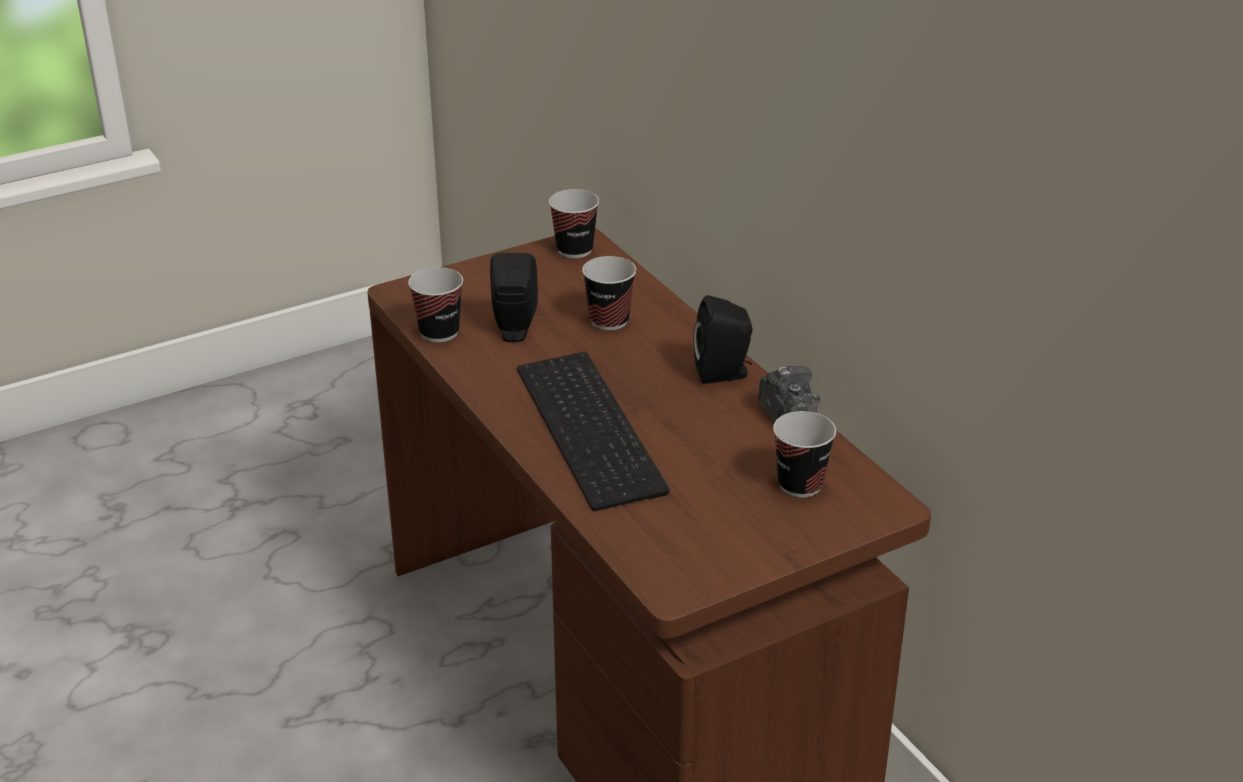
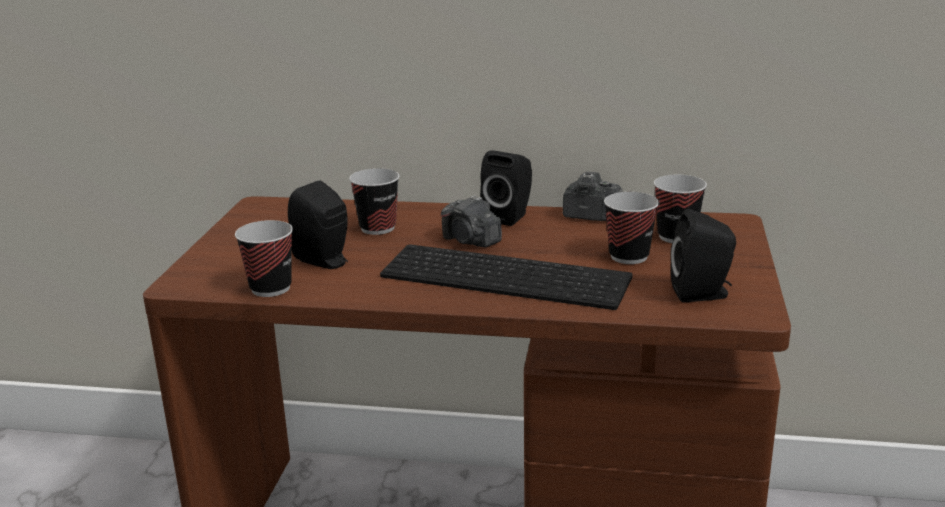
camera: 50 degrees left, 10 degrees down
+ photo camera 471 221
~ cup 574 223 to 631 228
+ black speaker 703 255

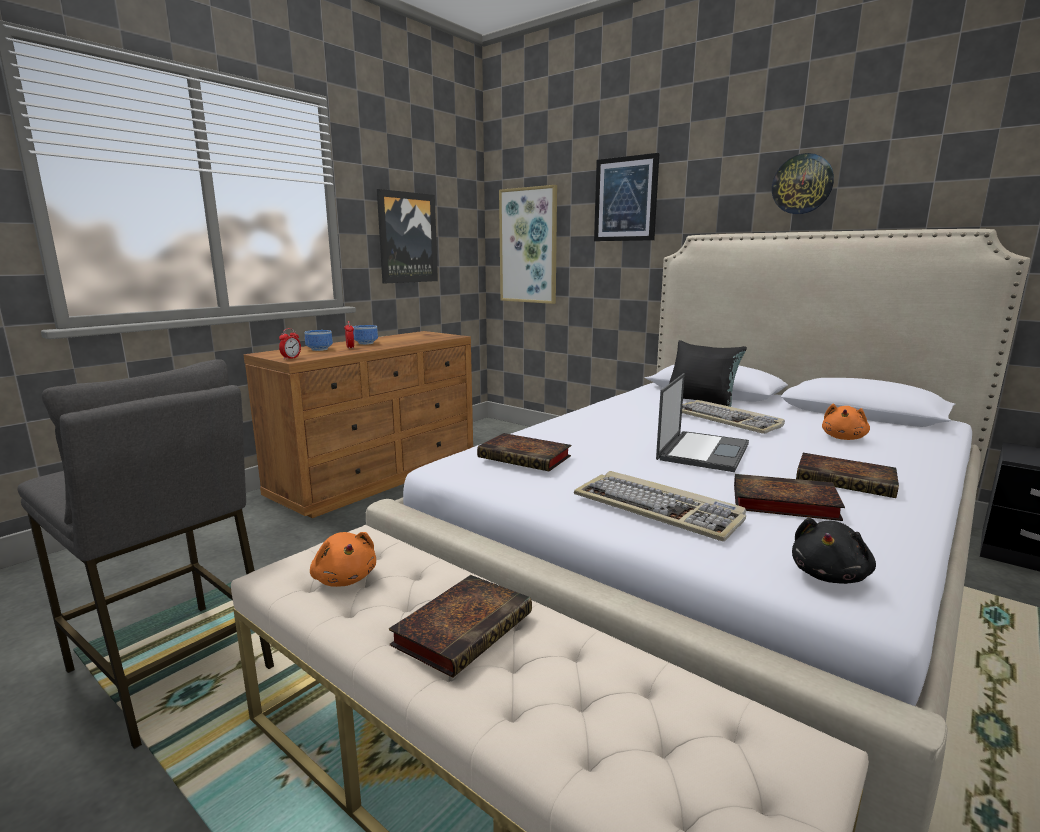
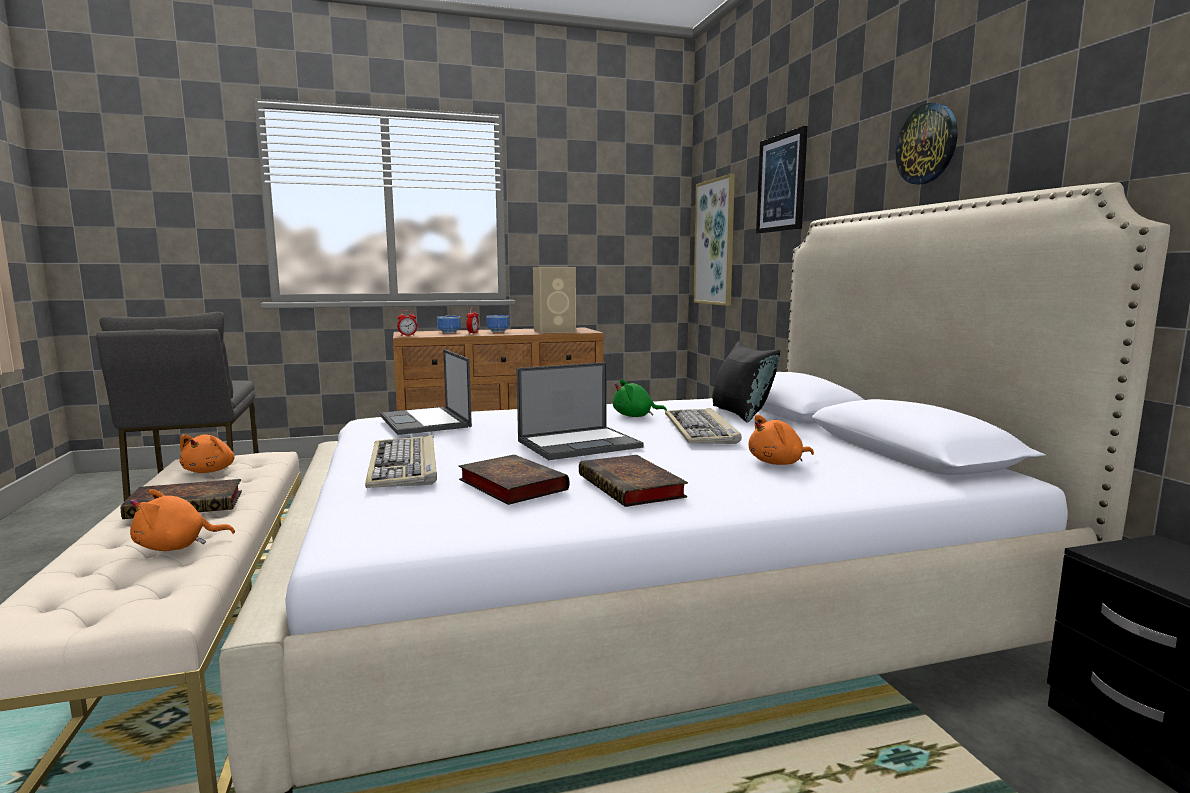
camera: 35 degrees right, 5 degrees down
+ orange plush toy 182 520
~ book 524 452 to laptop 426 392
+ beige speaker 554 300
+ green plush toy 640 398
- picture 407 236
- black plush toy 834 551

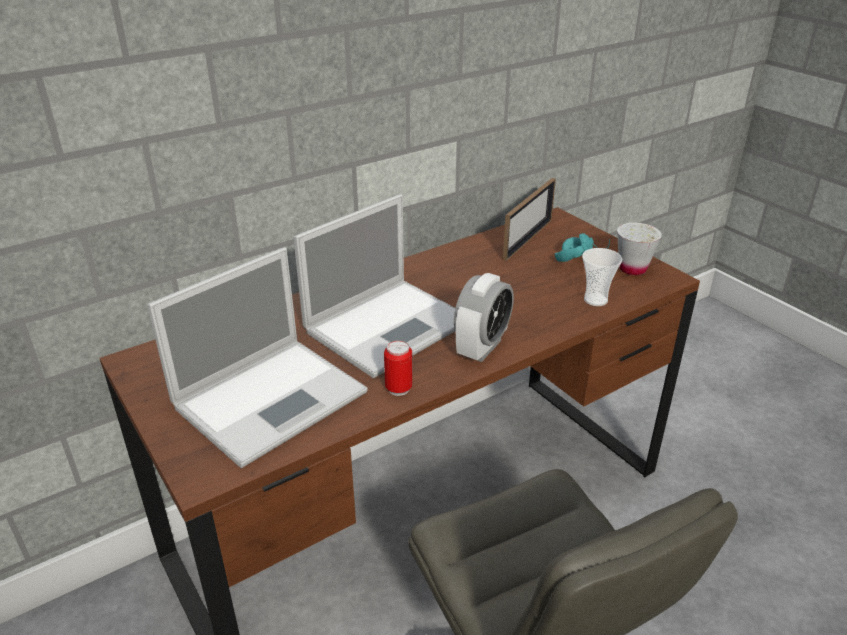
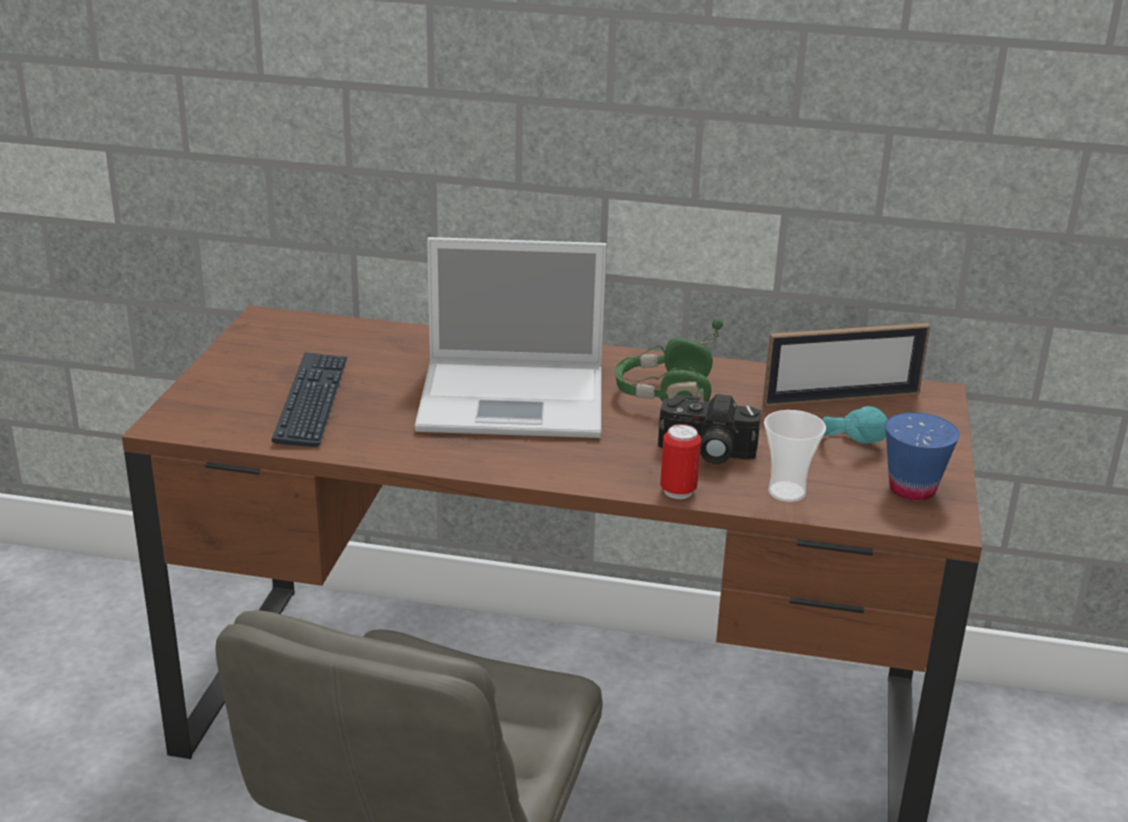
camera: 45 degrees right, 5 degrees down
~ laptop 257 358 to keyboard 310 399
+ green headphones 669 360
+ photo camera 709 429
~ can 398 368 to 680 461
~ white cup 639 249 to blue cup 922 456
- alarm clock 484 317

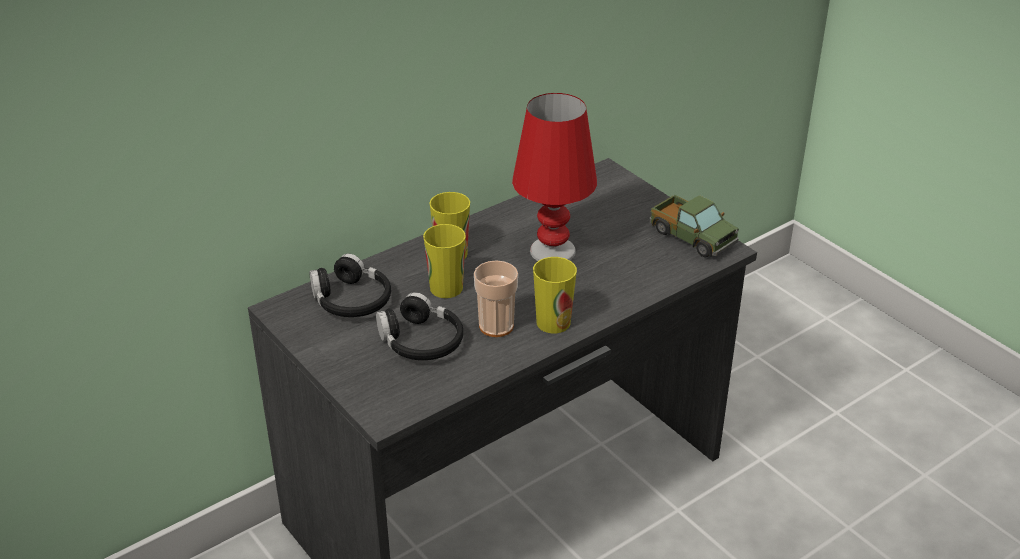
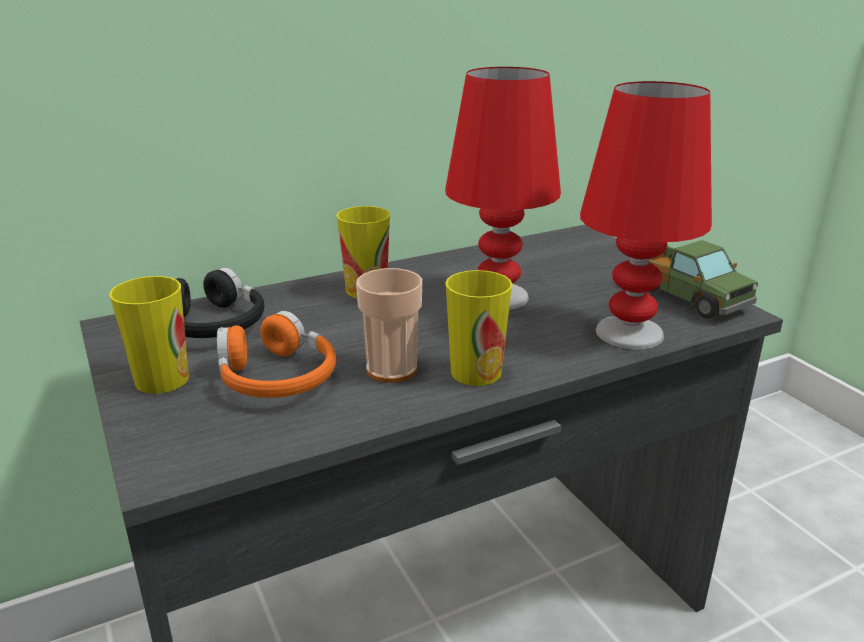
camera: 10 degrees right, 10 degrees down
~ cup 444 261 to 149 335
~ black headphones 419 326 to orange headphones 276 354
+ red table lamp 646 215

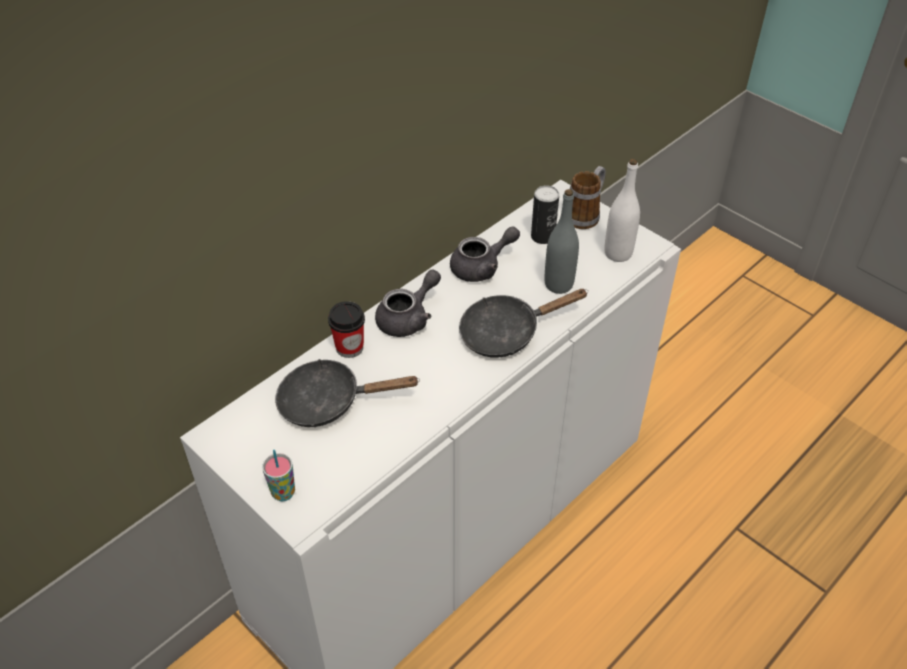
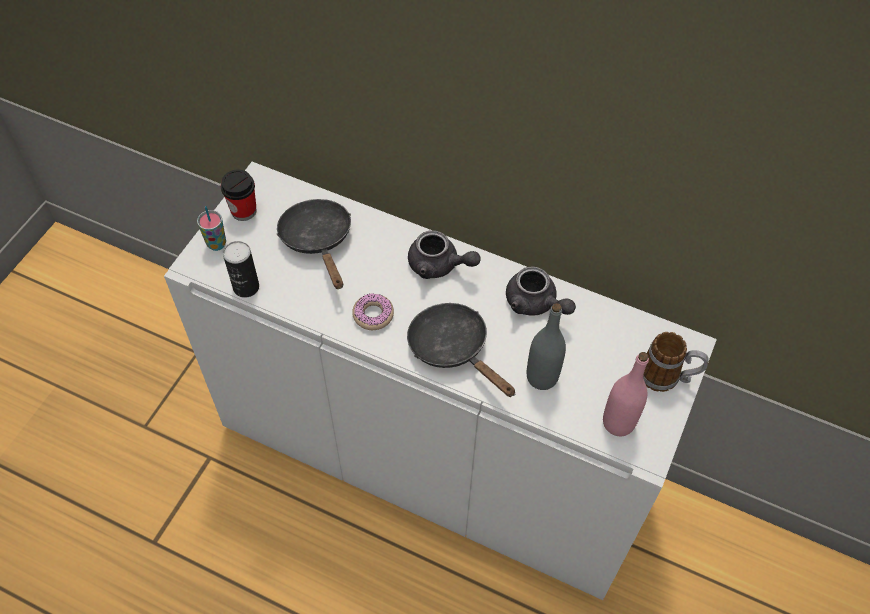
camera: 70 degrees right, 10 degrees up
~ cup 346 329 to 239 195
~ can 545 214 to 241 269
+ donut 373 311
~ white bottle 622 210 to pink bottle 626 394

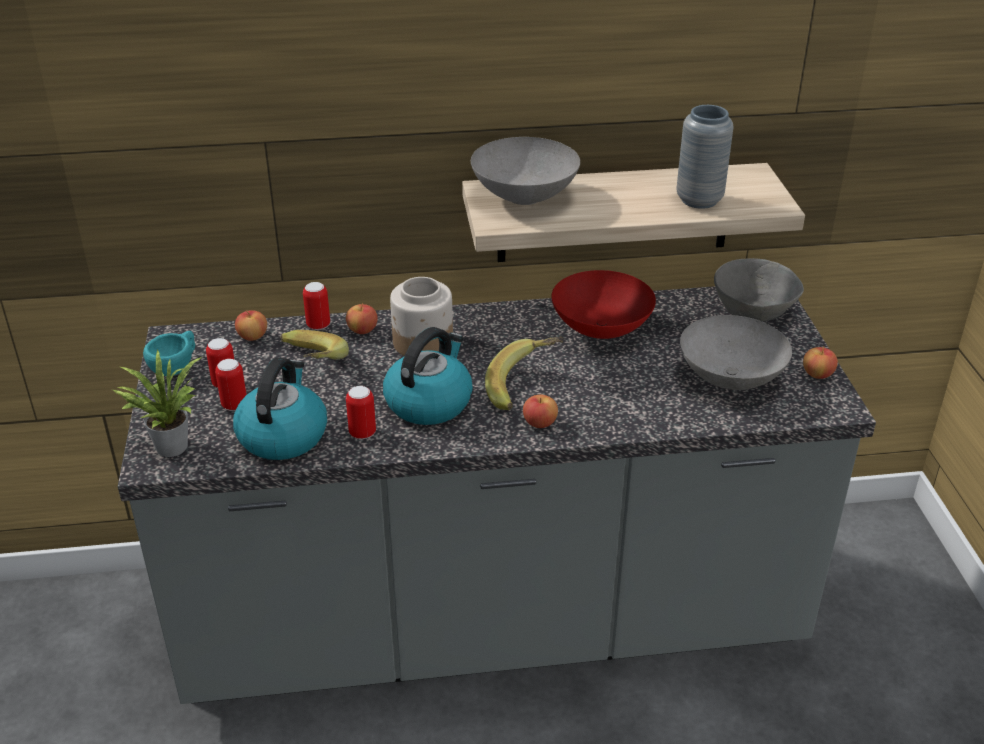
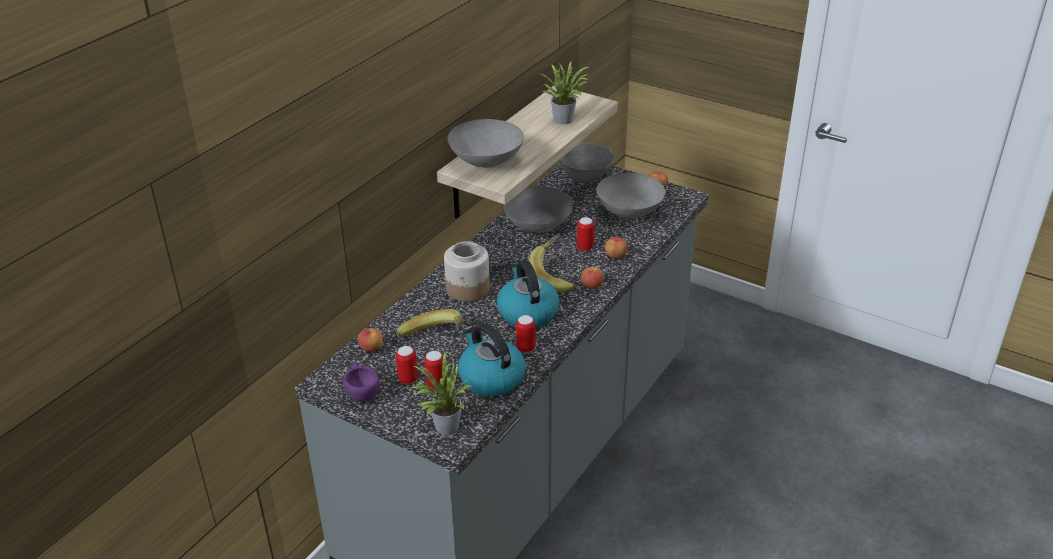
camera: 50 degrees left, 0 degrees up
~ turquoise cup 169 353 to purple cup 361 382
~ red bowl 604 304 to grey bowl 538 209
~ grey vase 704 157 to potted plant 564 92
~ can 316 306 to 585 234
~ apple 362 318 to 616 248

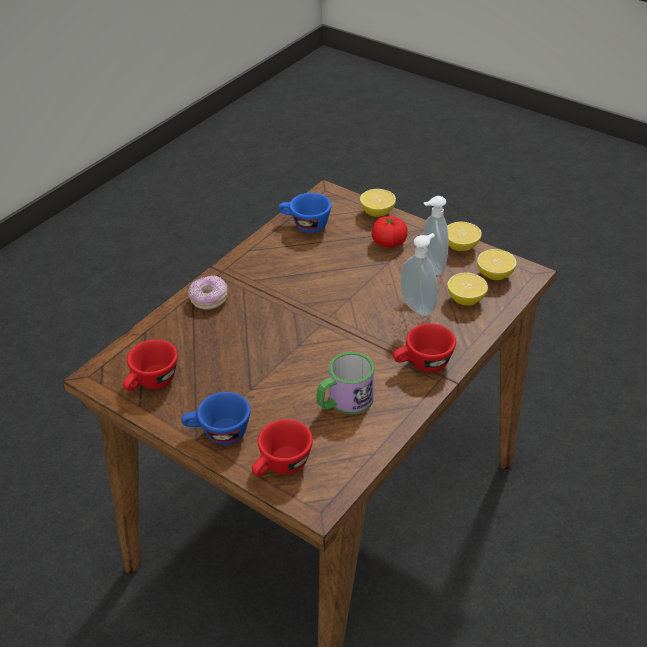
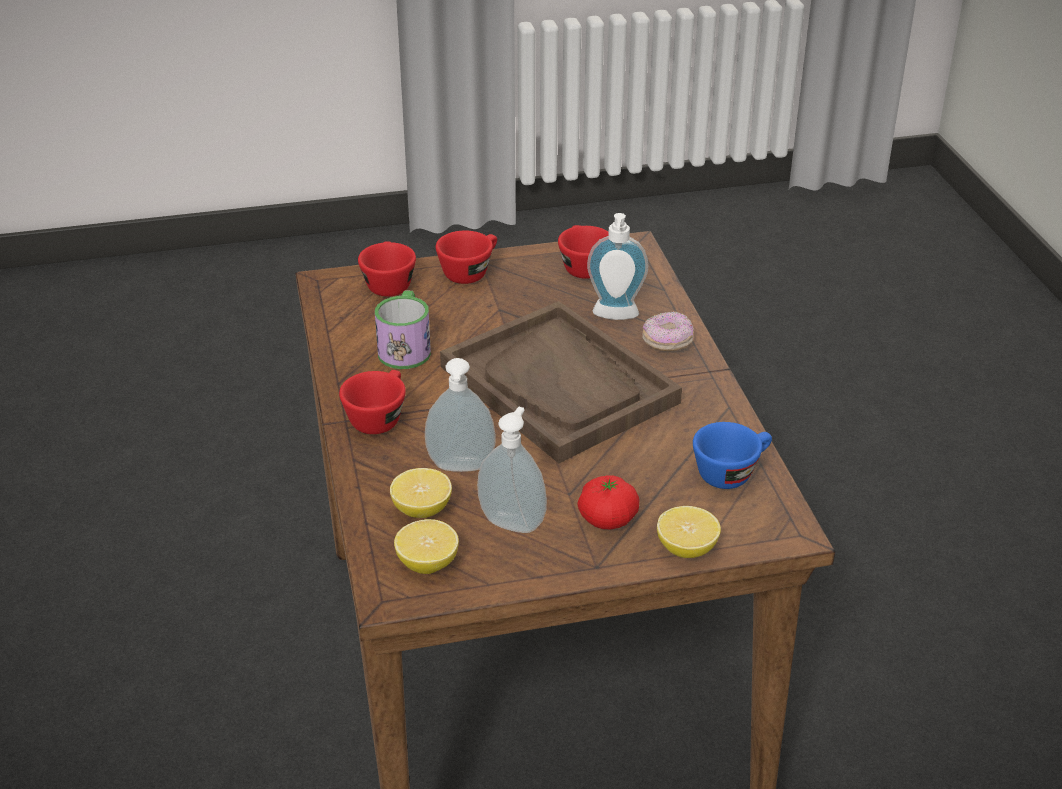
camera: 130 degrees right, 5 degrees down
~ blue cup 215 418 to red cup 466 257
+ brown tray 561 382
+ soap dispenser 617 266
- lemon 464 236

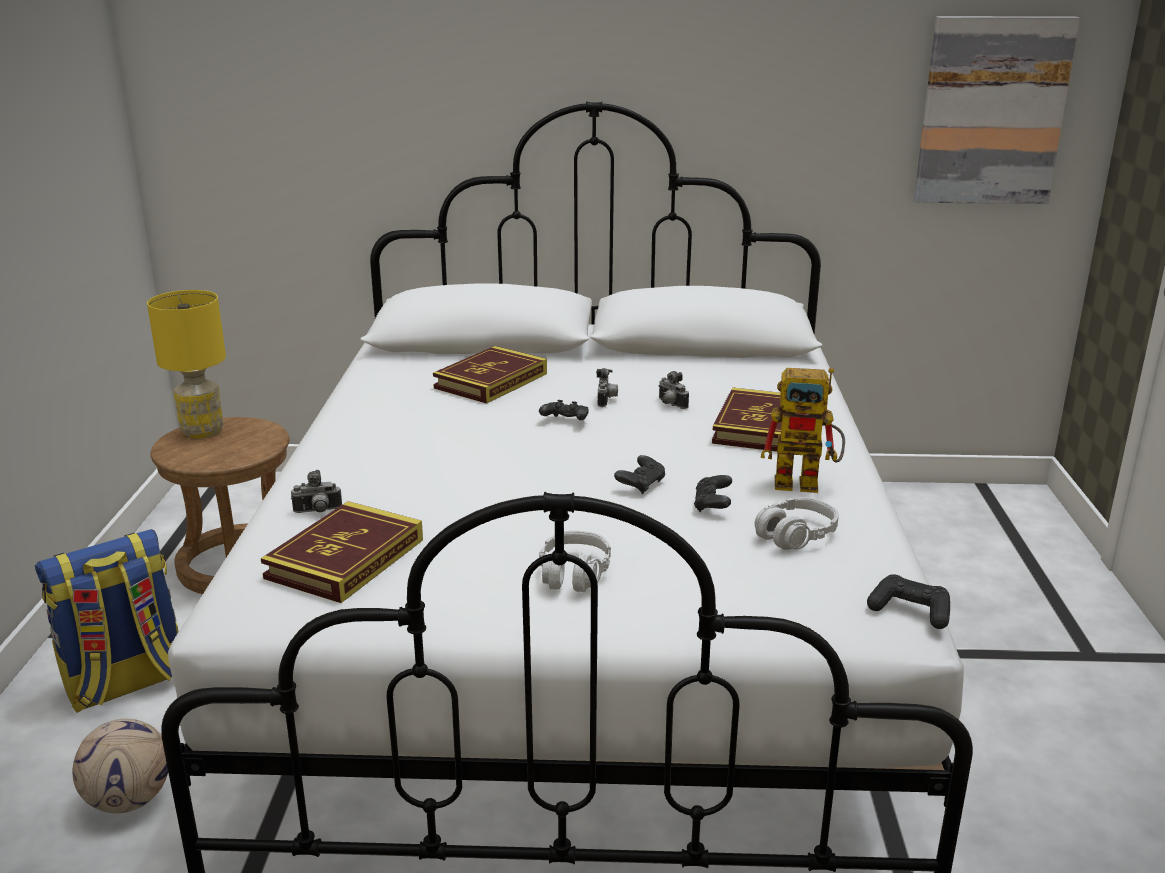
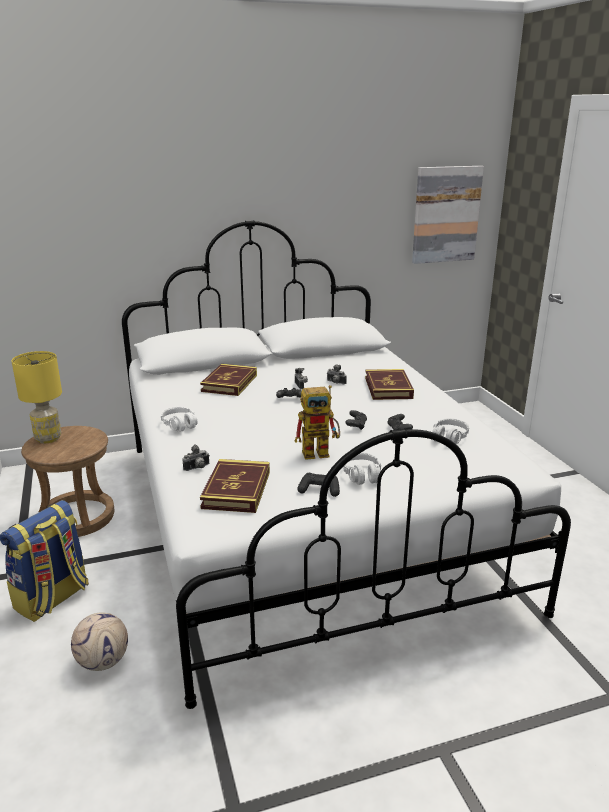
camera: 20 degrees left, 0 degrees up
+ white headphones 179 419
~ toy robot 803 430 to 317 422
~ black game controller 908 601 to 318 485

